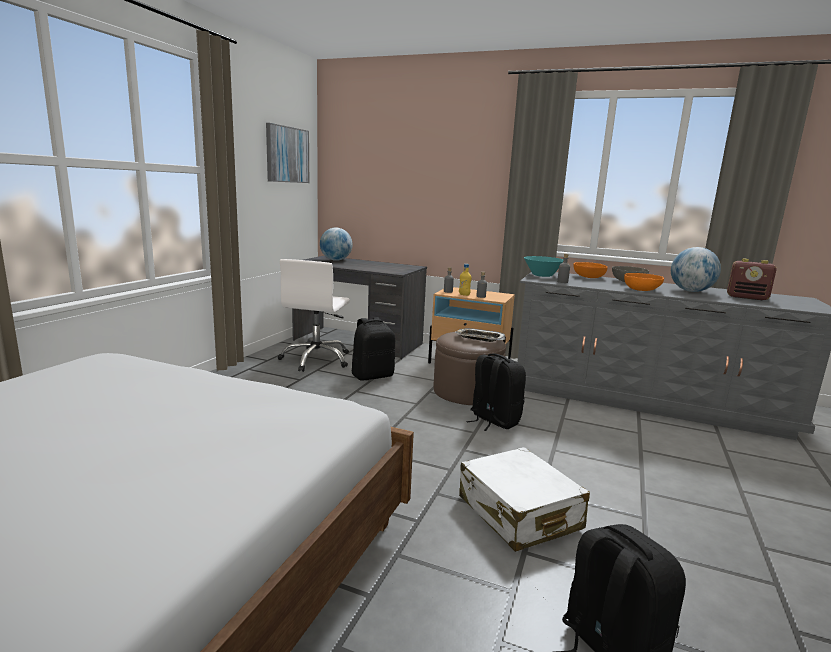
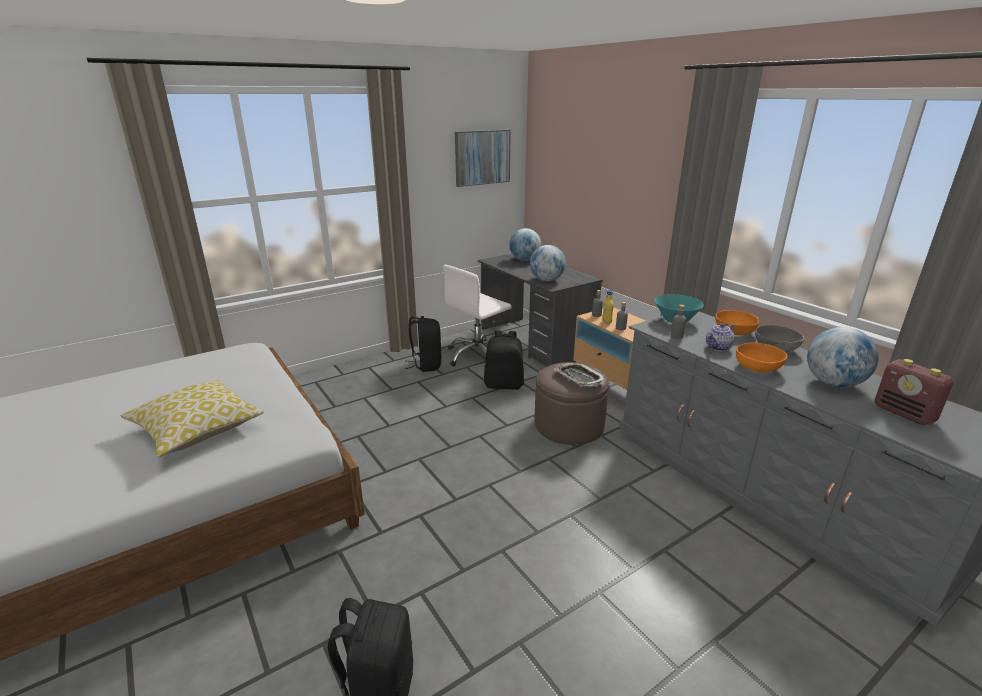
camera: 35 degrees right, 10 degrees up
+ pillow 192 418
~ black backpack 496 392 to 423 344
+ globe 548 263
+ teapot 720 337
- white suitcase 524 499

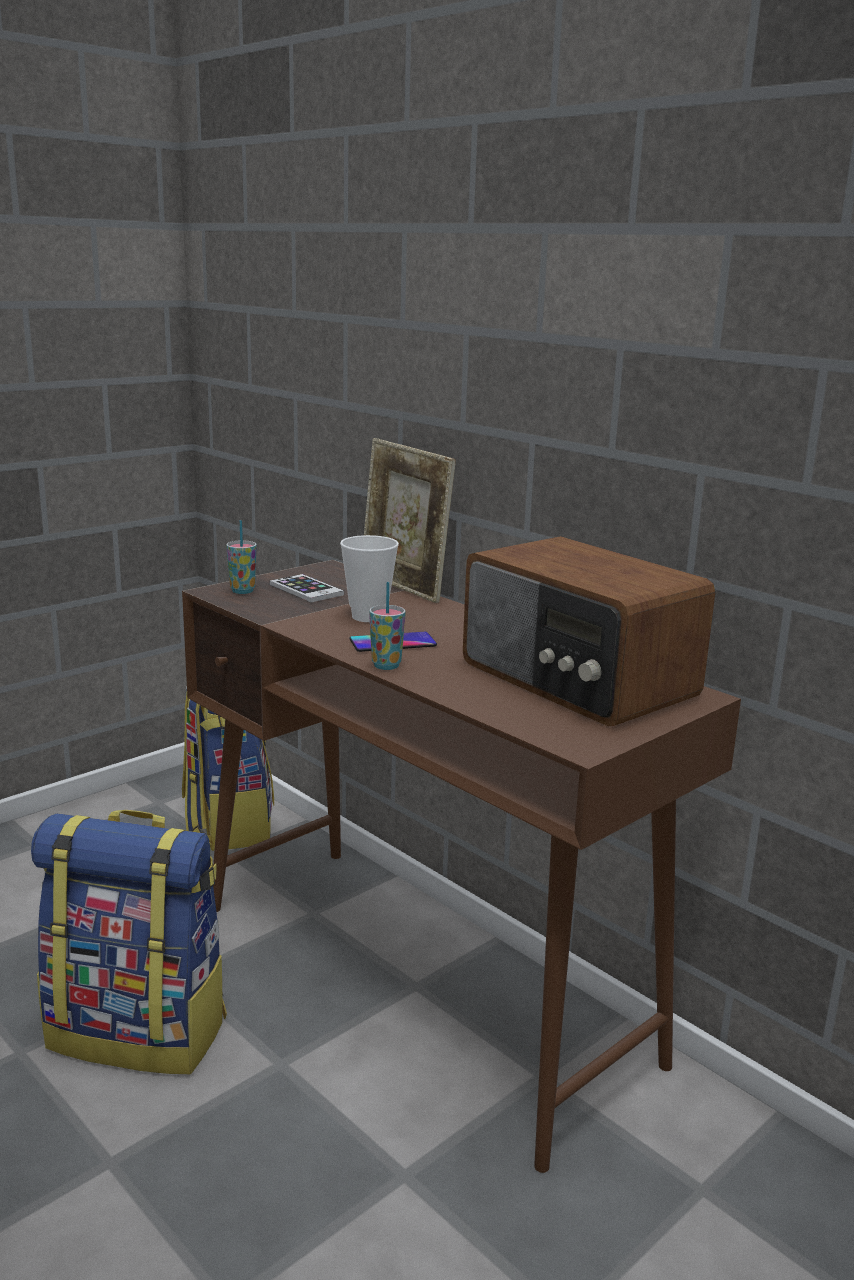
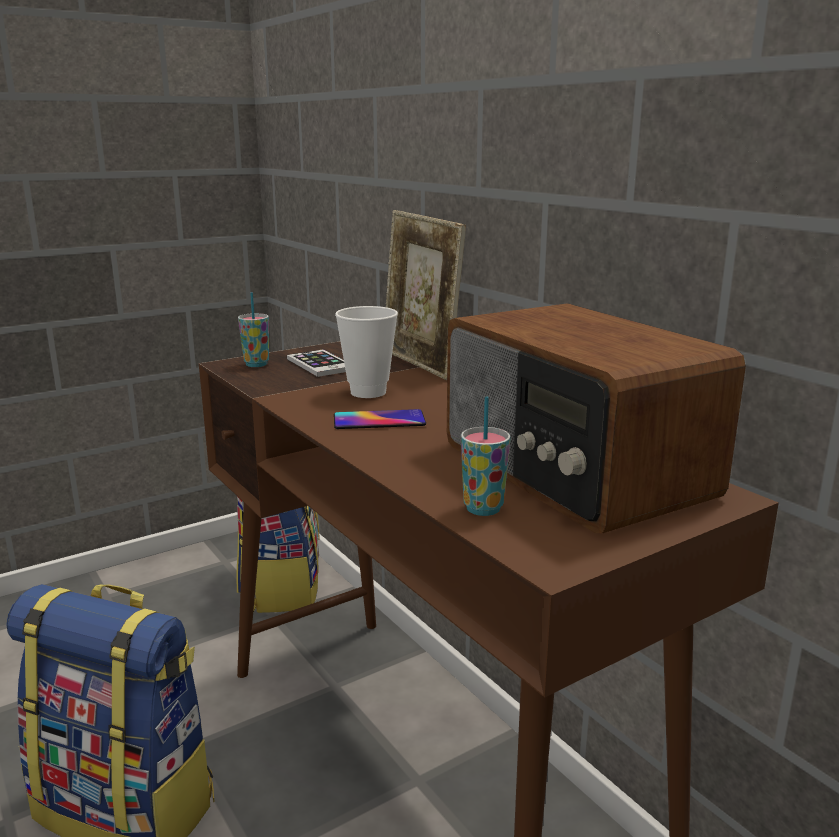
camera: 10 degrees right, 0 degrees up
~ cup 387 626 to 486 456

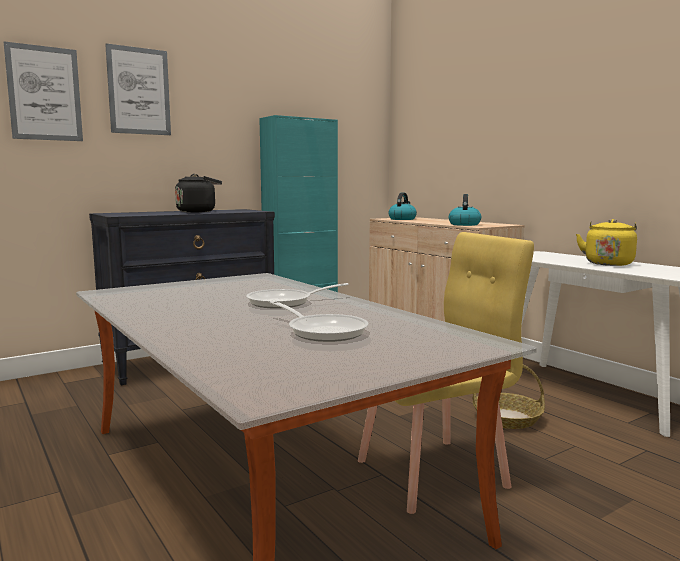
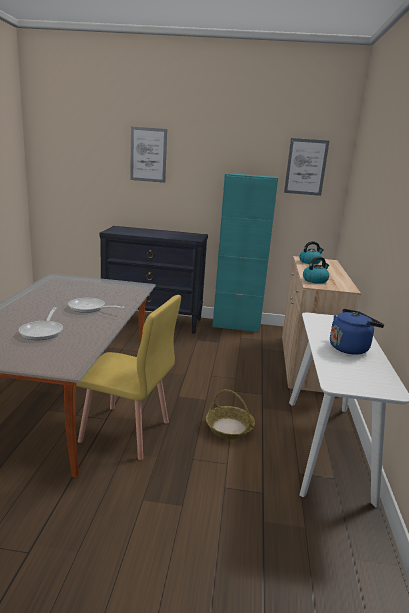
camera: 40 degrees right, 10 degrees up
~ picture 43 91 to 306 167
~ yellow kettle 606 242 to blue kettle 357 332
- black kettle 198 193

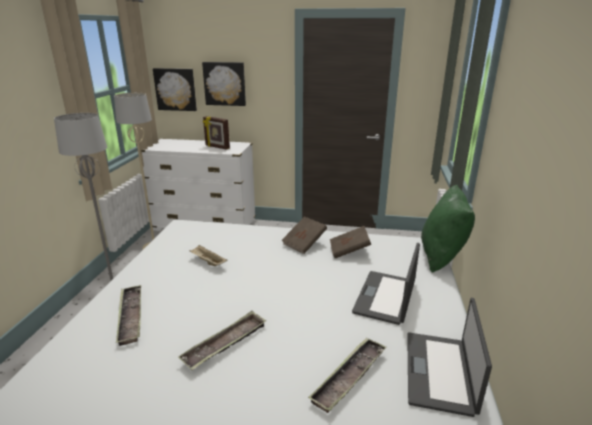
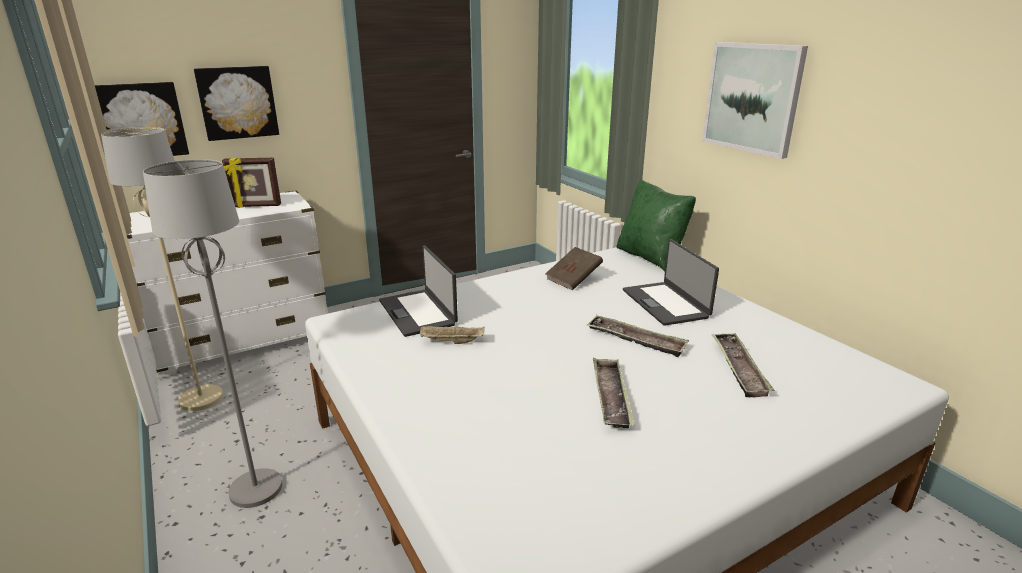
camera: 40 degrees left, 0 degrees up
~ laptop 449 357 to 418 291
~ tray 128 315 to 638 336
+ picture 755 100
- brown book 304 235

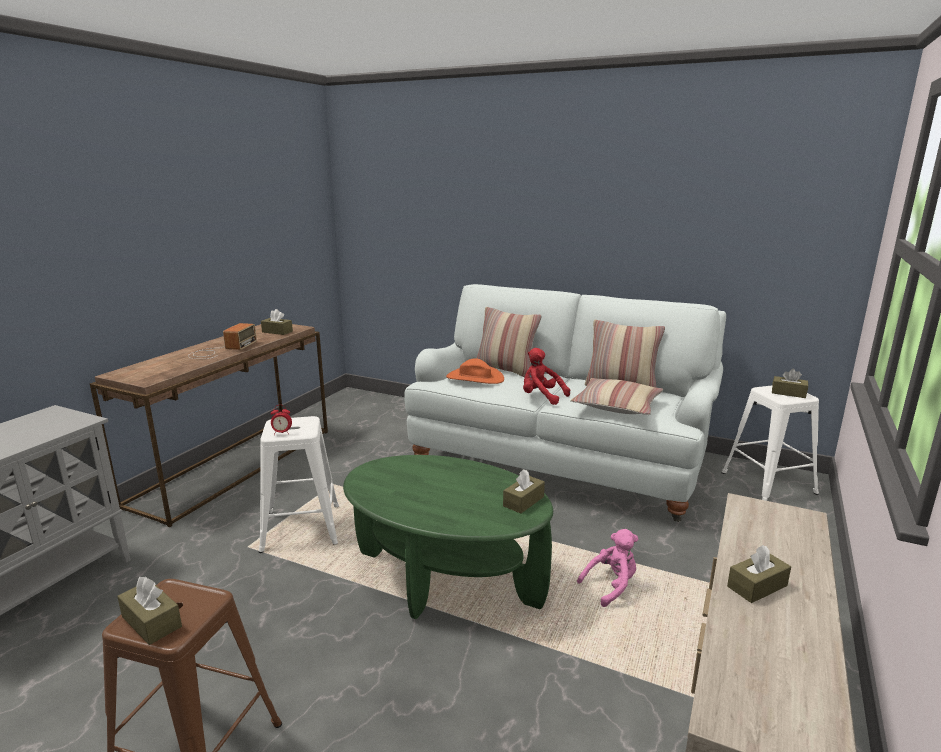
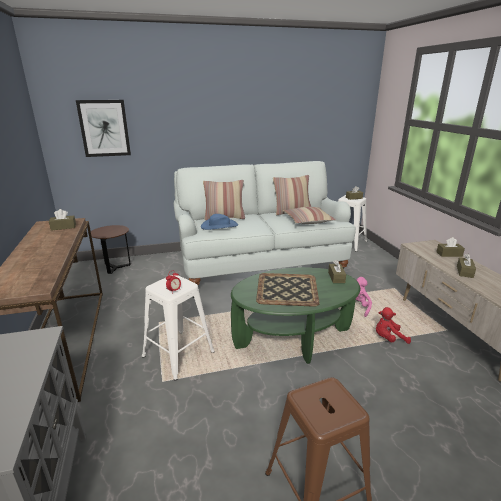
camera: 40 degrees left, 5 degrees up
+ picture 103 128
+ brown side table 111 249
~ orange hat 475 371 to blue hat 219 222
+ tray 288 290
~ red plush toy 546 376 to 393 325
~ brown tissue box 149 611 to 450 247
- radio 222 341

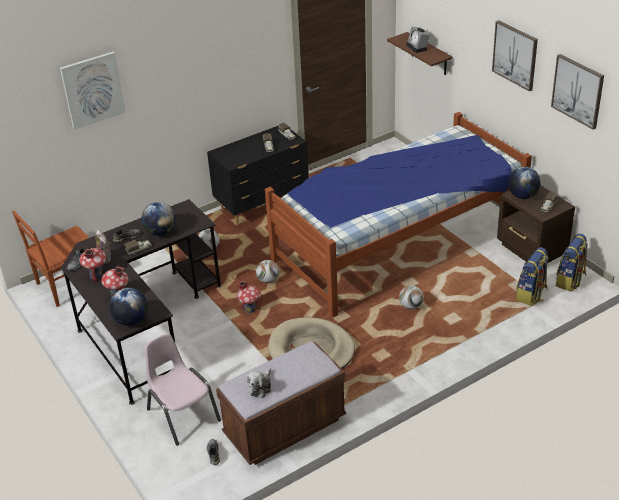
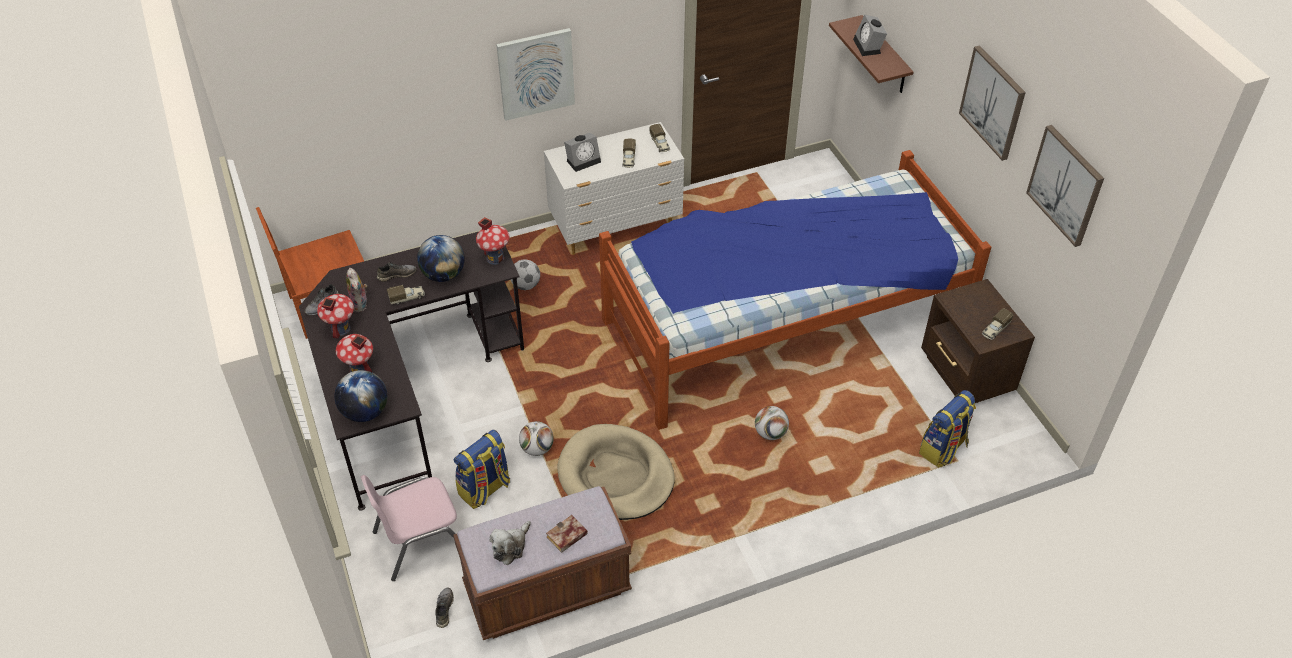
camera: 10 degrees right, 10 degrees up
~ pink chair 182 390 = 409 528 90 degrees counterclockwise
~ backpack 572 263 to 481 469
~ toy house 249 297 to 493 241
~ picture 93 90 to 535 74
~ football 267 271 to 536 438
~ black dresser 258 175 to white dresser 614 188
+ book 567 534
+ alarm clock 582 152
- globe 524 183

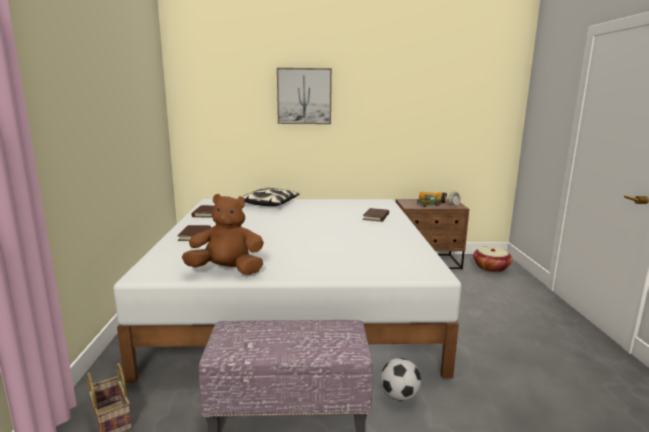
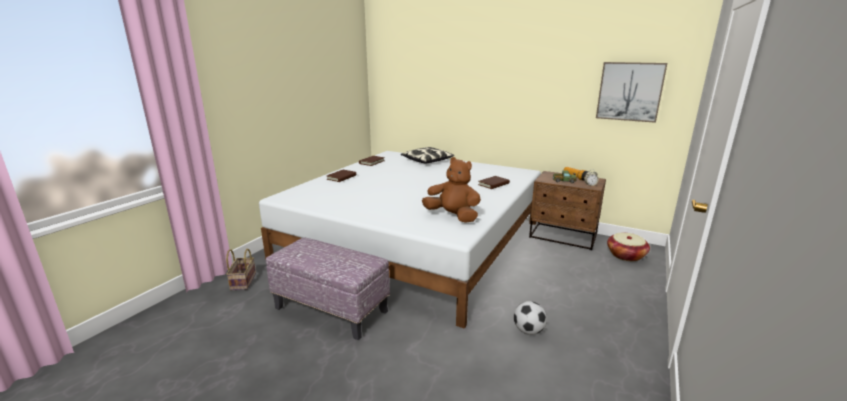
camera: 30 degrees right, 5 degrees up
~ brown plush toy 223 234 to 451 190
~ football 401 379 to 530 318
~ picture 304 96 to 631 92

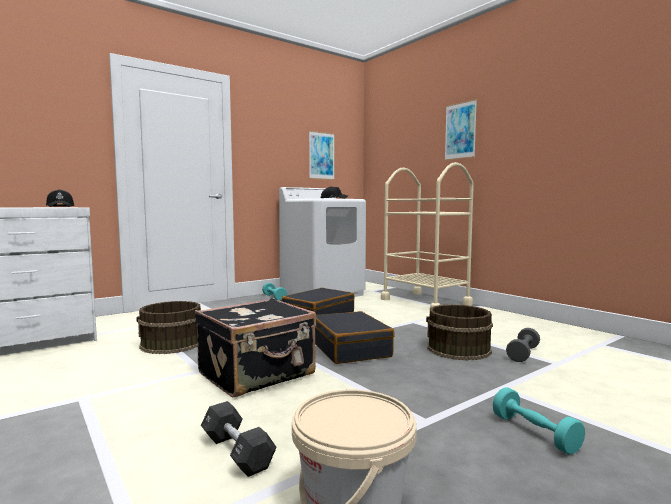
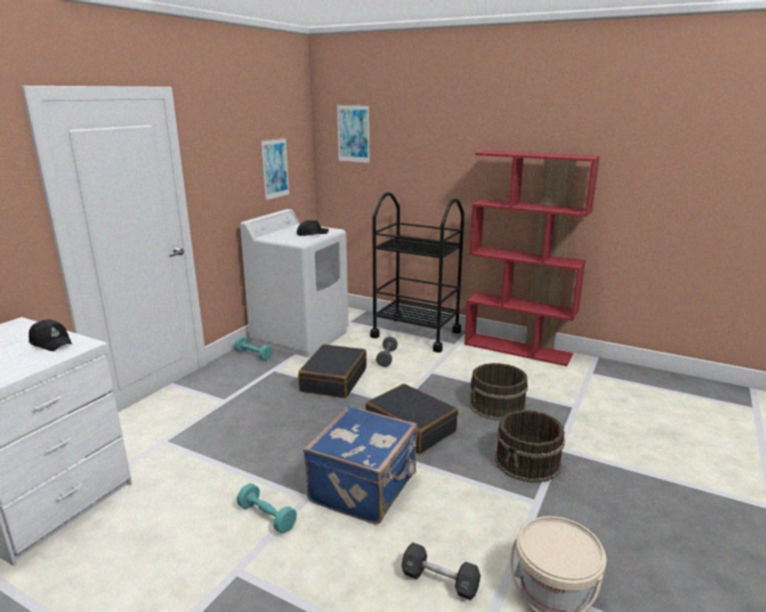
camera: 25 degrees left, 15 degrees up
~ turquoise dumbbell 539 421 to 267 508
~ black suitcase 255 348 to blue suitcase 360 464
~ picture 460 130 to 353 134
~ beige cart 427 235 to black cart 417 272
~ grey dumbbell 523 345 to 387 351
+ red bookcase 532 258
~ brown bucket 168 327 to 530 446

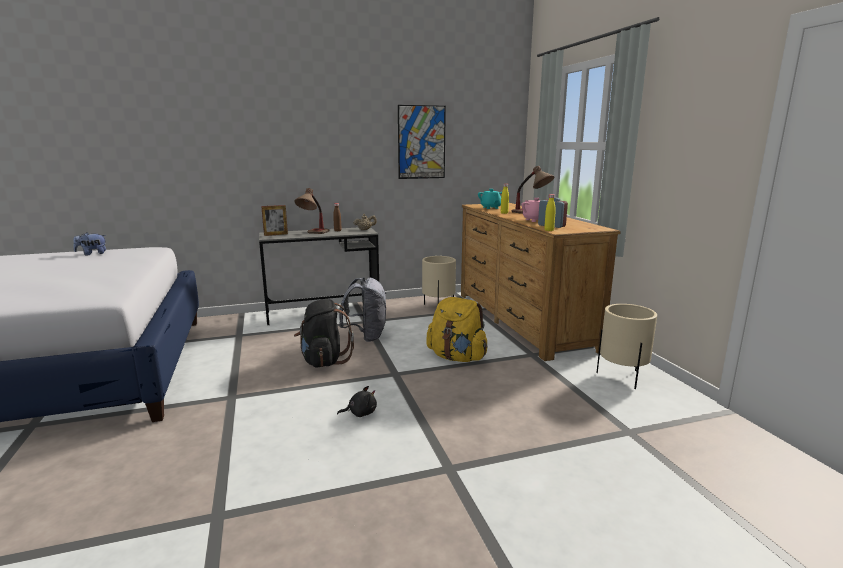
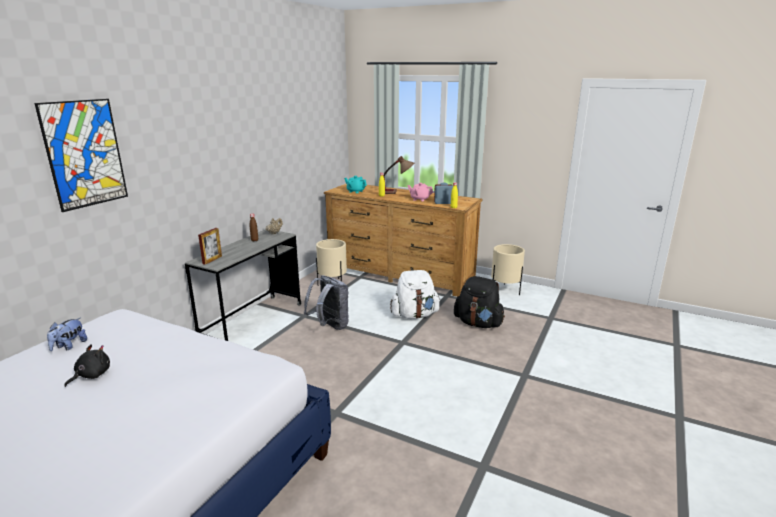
camera: 45 degrees left, 5 degrees up
~ picture 422 142 to 81 155
~ black plush toy 357 401 to 87 365
~ yellow backpack 457 329 to white backpack 415 294
~ black backpack 324 333 to 479 302
- table lamp 312 211

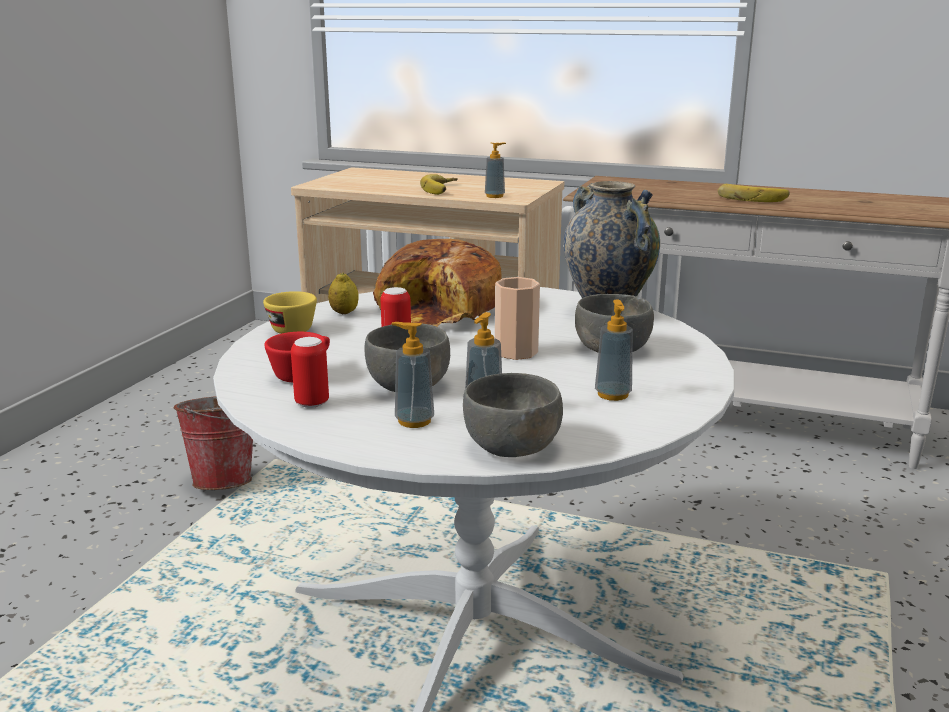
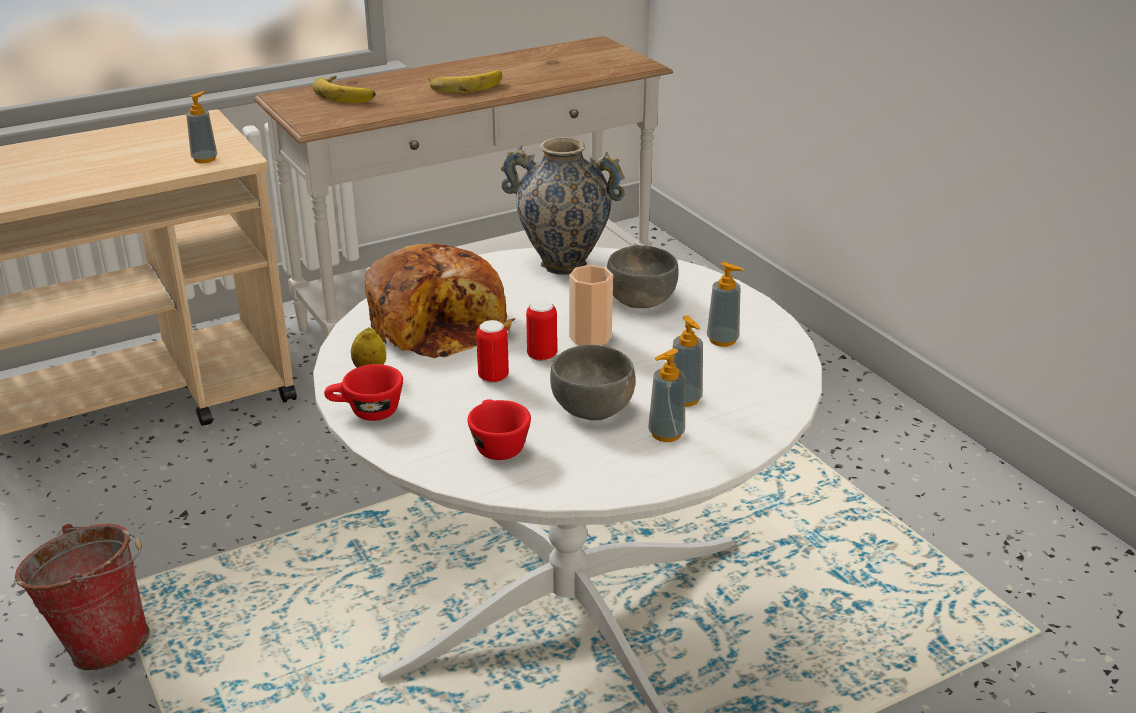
camera: 50 degrees left, 10 degrees up
~ banana 439 184 to 343 89
~ yellow cup 290 312 to red cup 363 392
~ can 310 372 to 541 330
- grey bowl 513 415

